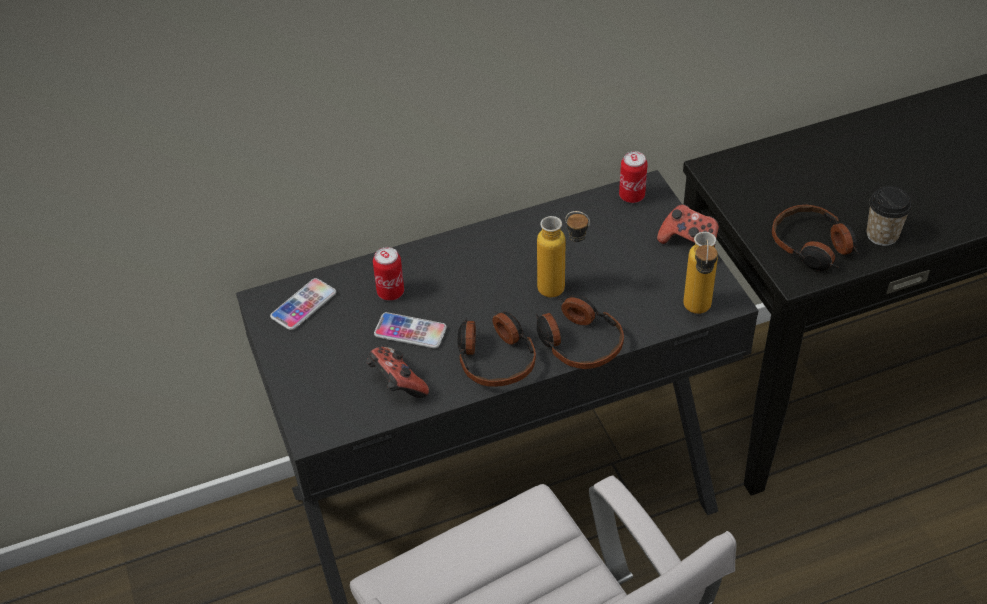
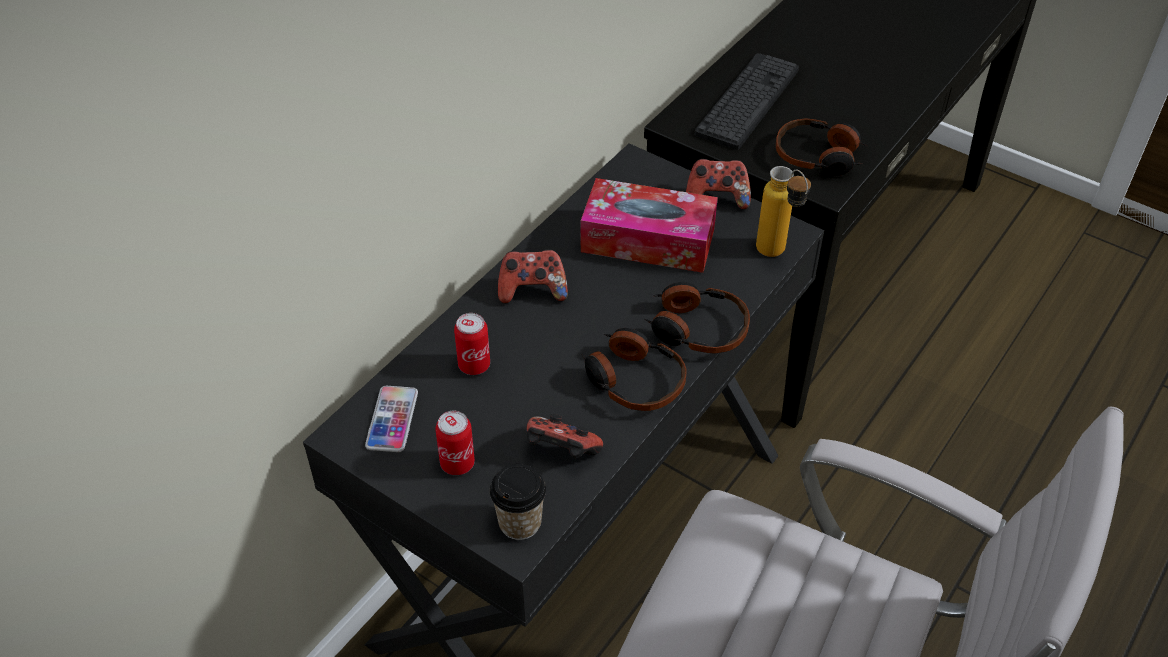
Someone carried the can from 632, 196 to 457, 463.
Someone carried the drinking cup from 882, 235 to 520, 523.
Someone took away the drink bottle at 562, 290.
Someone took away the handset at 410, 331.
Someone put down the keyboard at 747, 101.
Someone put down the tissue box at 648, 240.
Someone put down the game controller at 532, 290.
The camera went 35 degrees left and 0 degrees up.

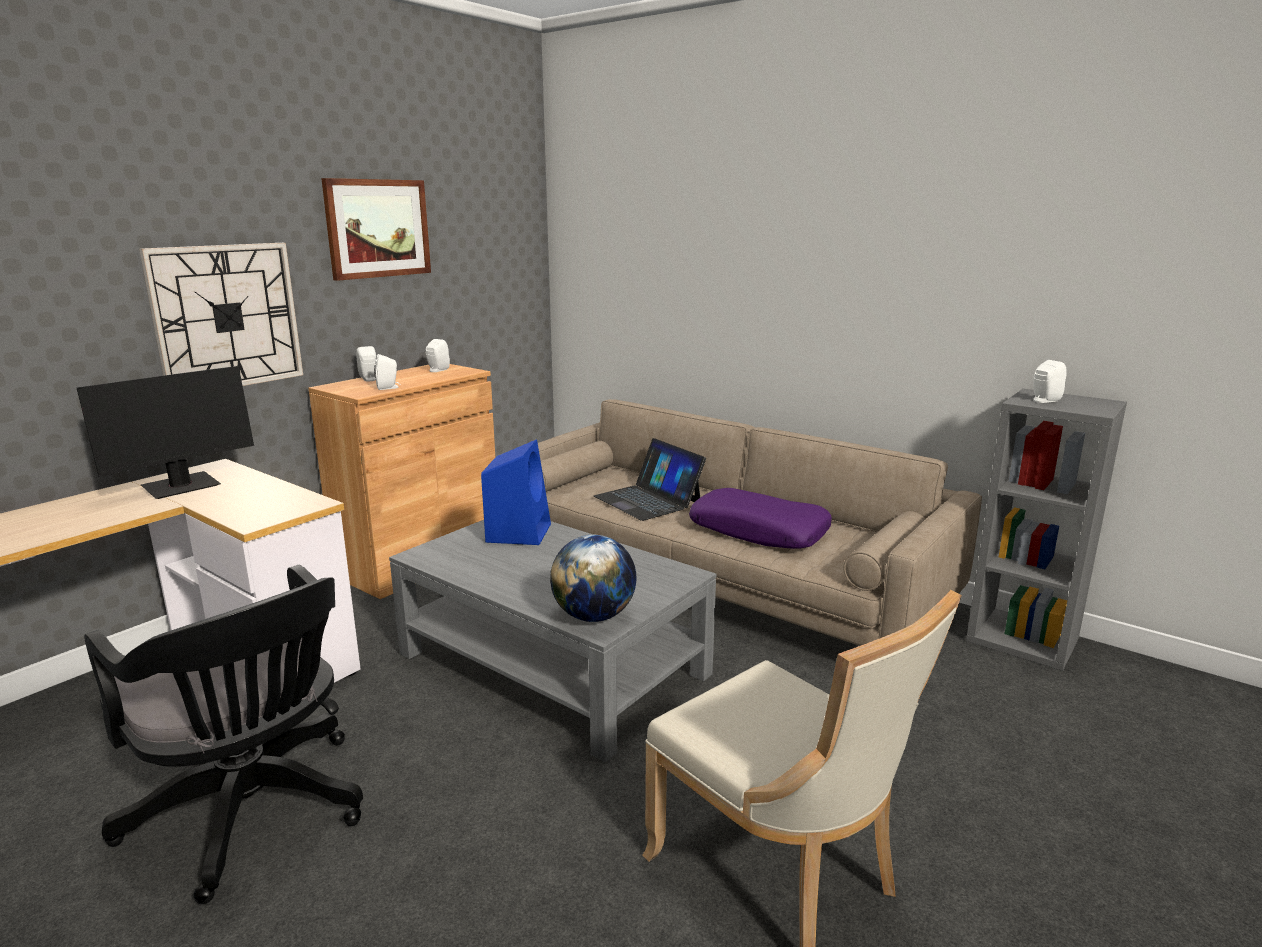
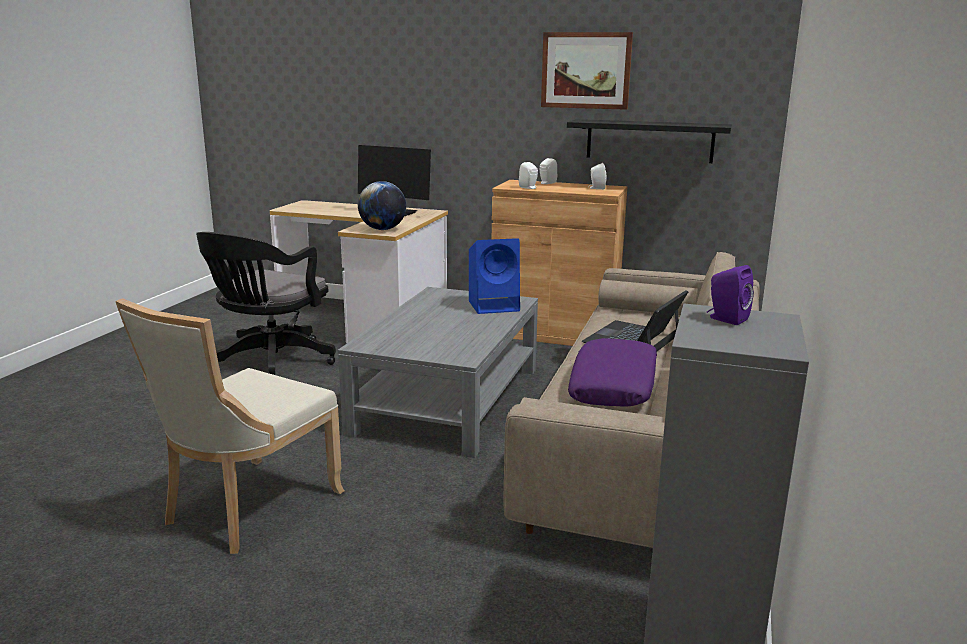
Someone took away the hanging clock at 227, 317.
Someone repainted the white audio speaker at 1043, 401, which became the purple audio speaker at 725, 319.
Someone carried the desk globe from 594, 616 to 382, 229.
Someone put up the blackish wall shelf at 649, 141.
The camera went 70 degrees right and 0 degrees up.

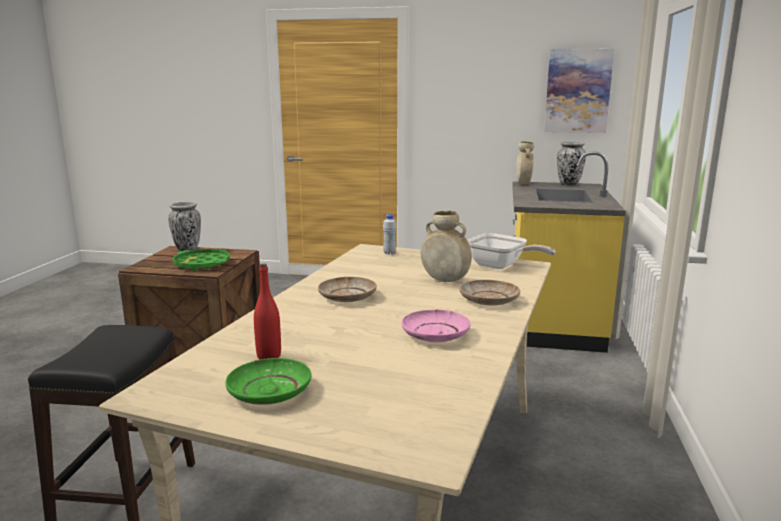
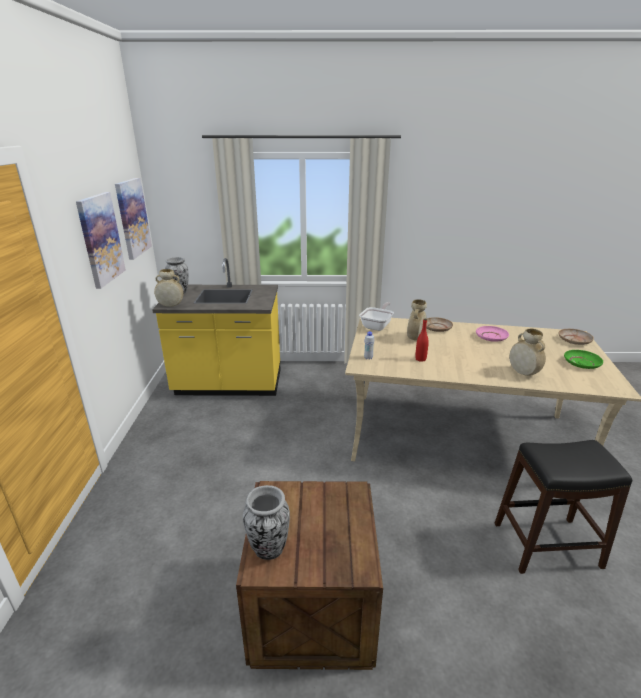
Someone took away the green-coloured tray at 202, 264.
Someone carried the reddish drink bottle from 269, 356 to 420, 359.
Someone carried the beige dinner plate from 347, 297 to 574, 340.
Someone put up the wall art at 100, 239.
Someone put down the beige vase at 523, 373.
The camera went 100 degrees left and 10 degrees up.

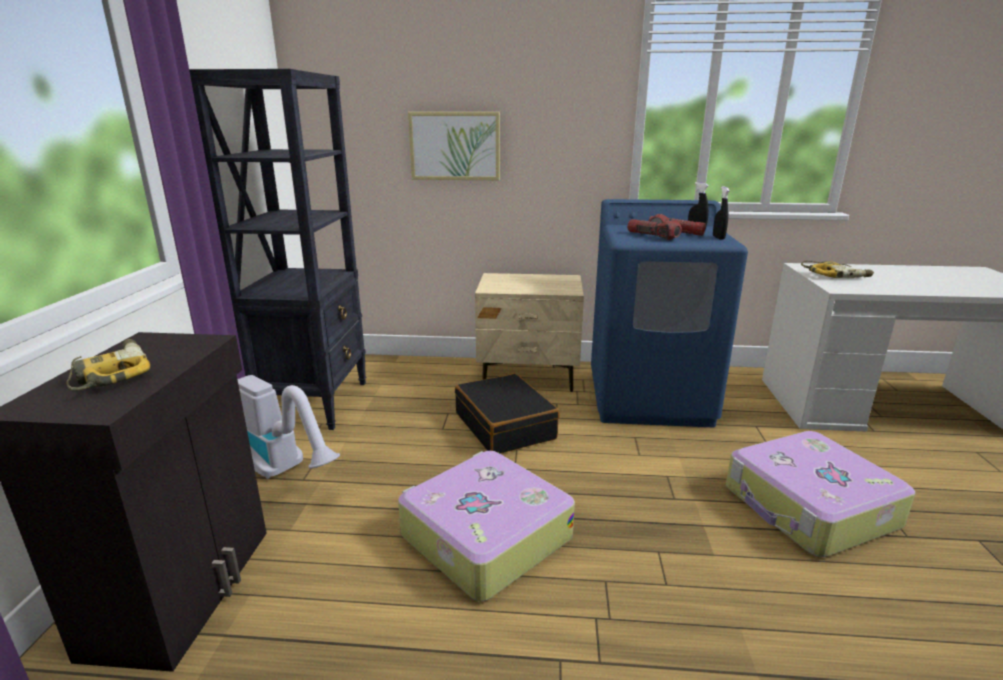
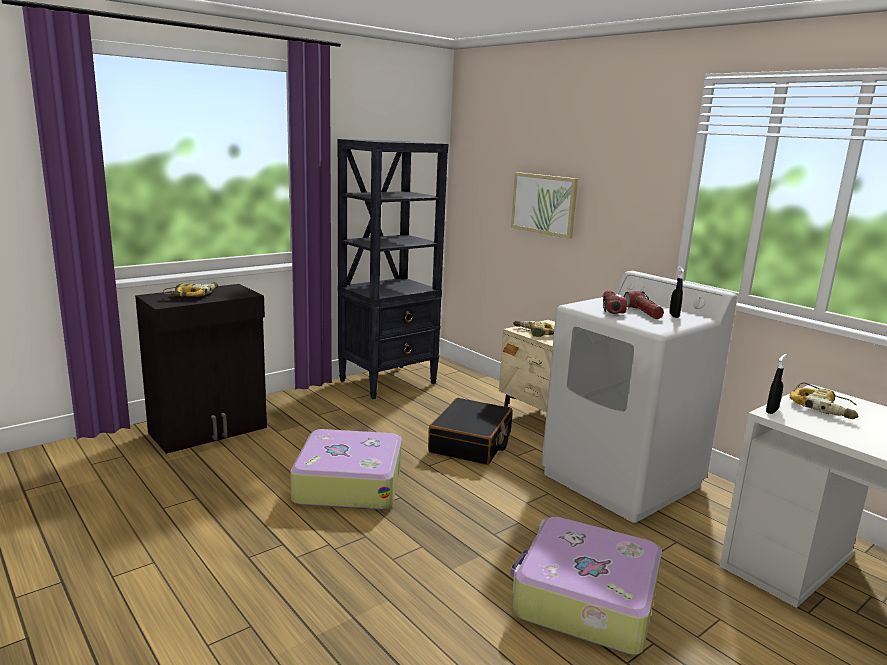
Someone carried the blackish sprayer from 718, 238 to 772, 411.
Someone repainted the bluish laundry appliance at 650, 398, which became the white laundry appliance at 622, 480.
Someone took away the vacuum at 285, 471.
Someone put down the power drill at 534, 333.
The camera went 45 degrees right and 5 degrees down.

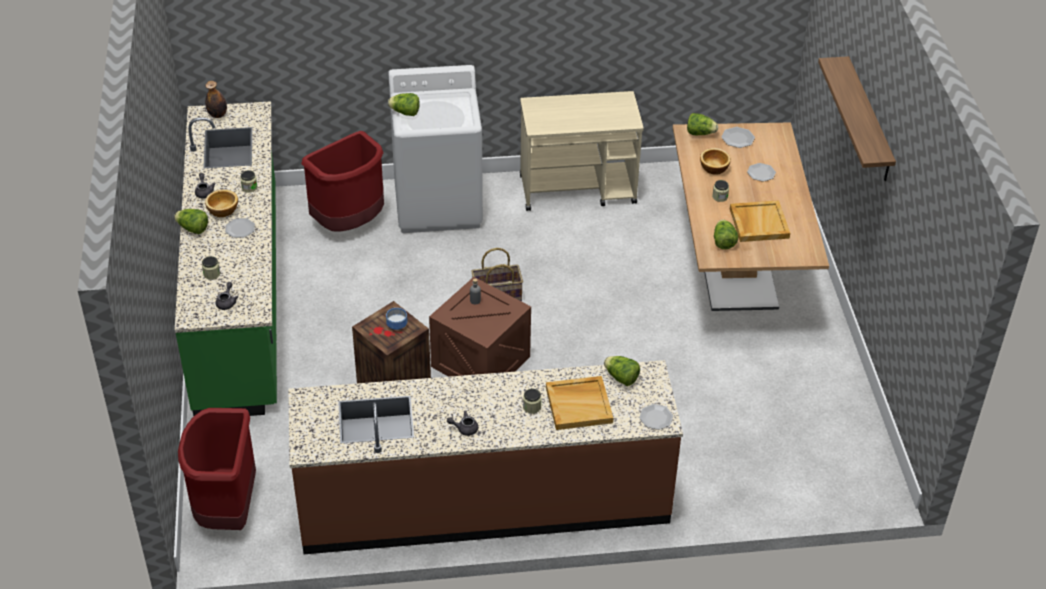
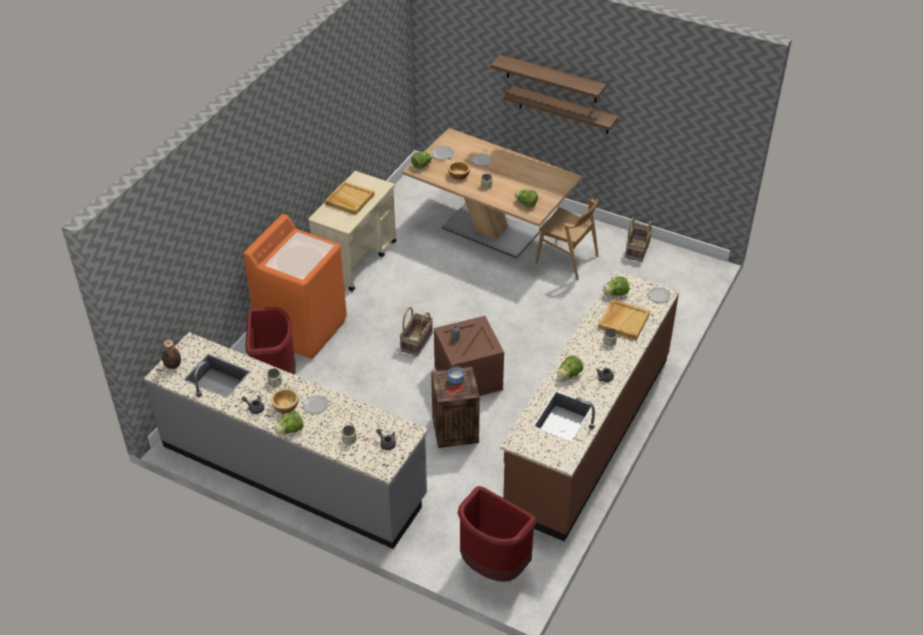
Someone repainted the white laundry appliance at 438, 204, which became the orangey laundry appliance at 302, 328.
Someone carried the lettuce head from 405, 112 to 569, 375.
Someone repainted the green-coloured kitchen base unit at 240, 297, which became the gray kitchen base unit at 293, 471.
Someone carried the beige tray from 758, 223 to 349, 199.
Someone put up the wall shelf at 564, 110.
Someone put down the brownish plain chair at 567, 260.
Someone put down the household basket at 636, 249.
The camera went 55 degrees left and 0 degrees up.

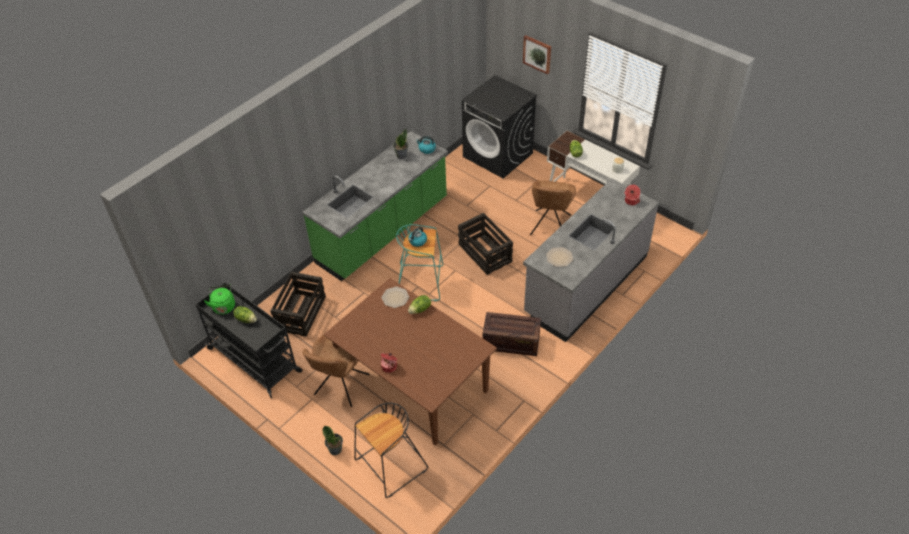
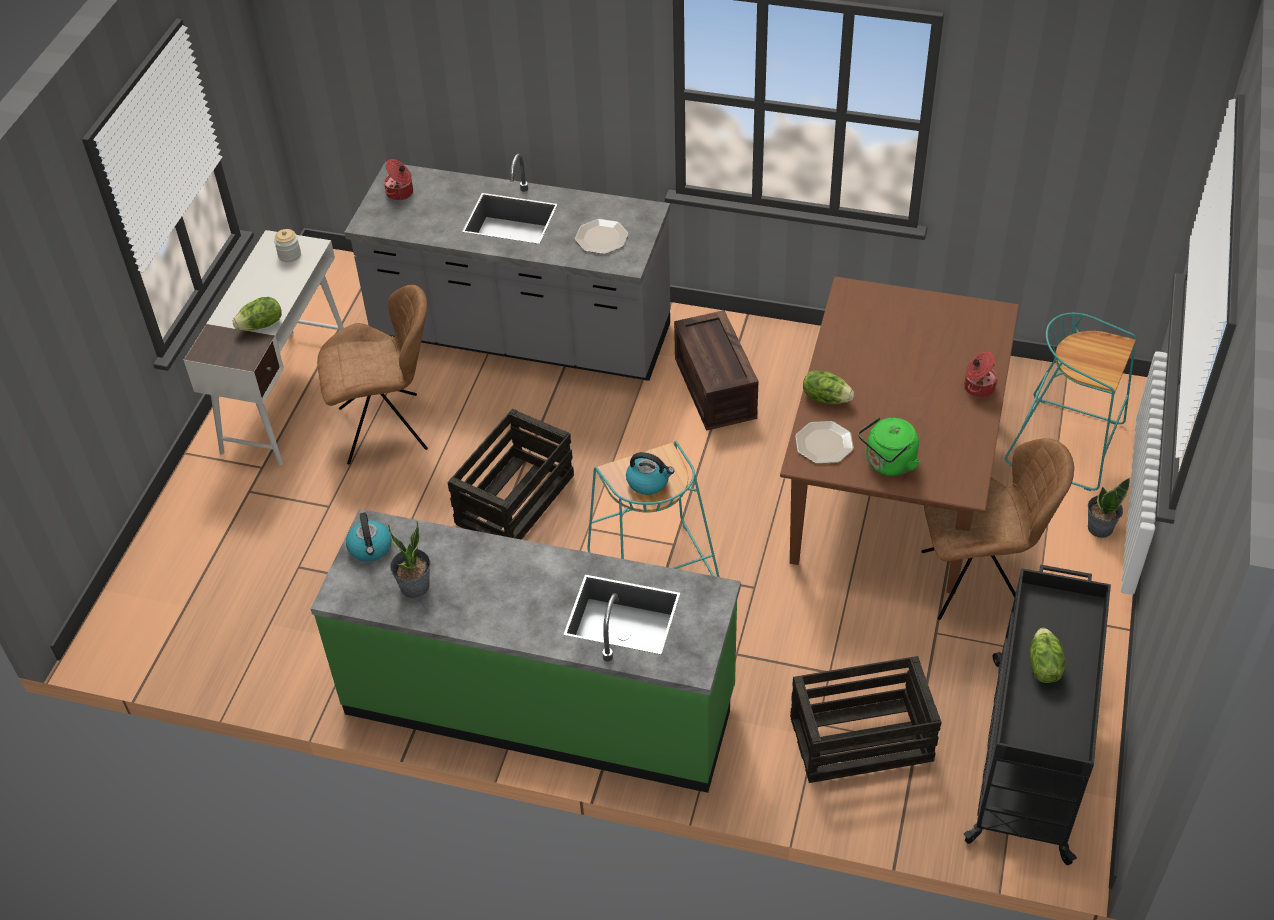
Someone took away the wall art at 537, 54.
Someone took away the blackish laundry appliance at 498, 155.
Someone carried the green-coloured water kettle from 224, 306 to 888, 463.
Someone repainted the blackish sitting stool at 390, 466, which became the turquoise sitting stool at 1067, 444.
The camera went 115 degrees left and 0 degrees up.

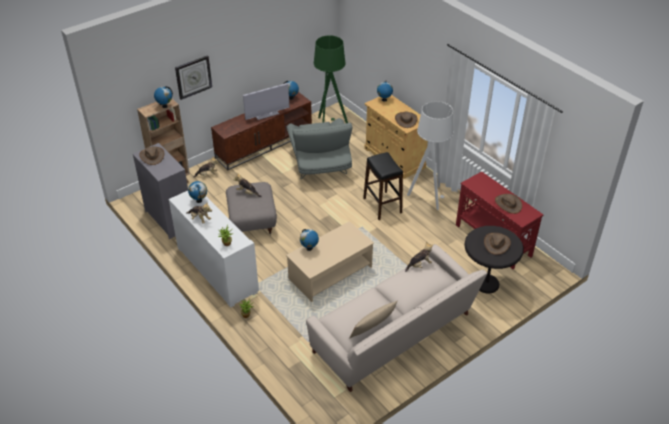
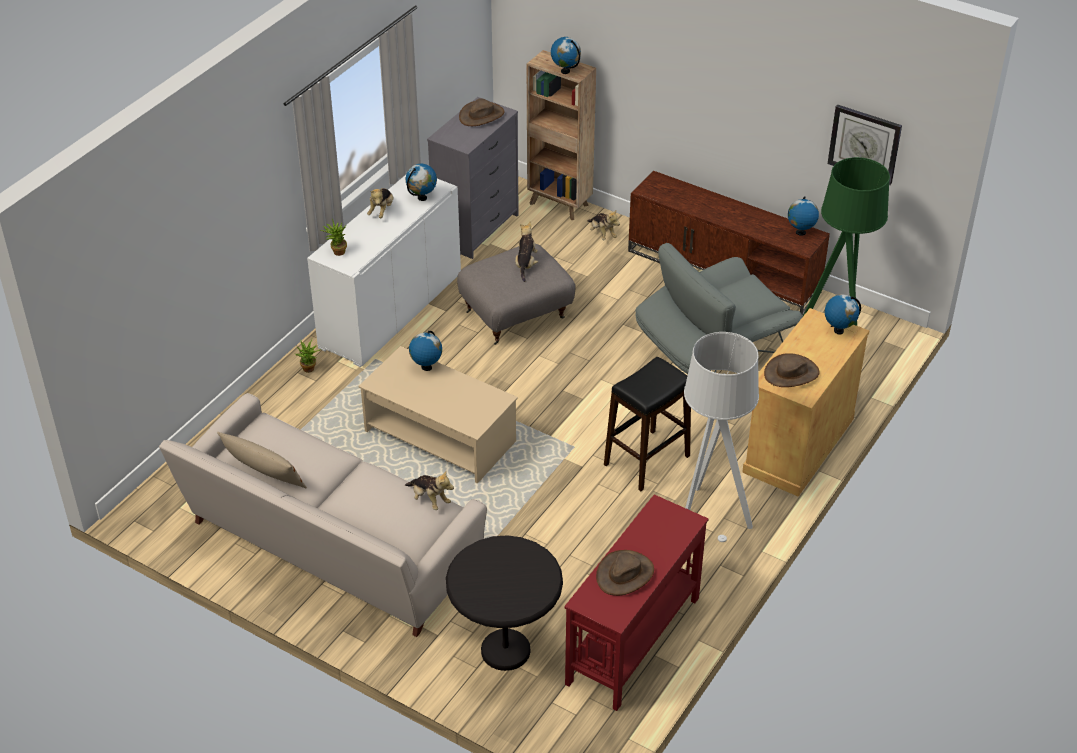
Someone carried the hanging clock from 193, 77 to 864, 143.
Someone took away the television at 267, 114.
Someone took away the brownish clothing hat at 496, 243.
The camera went 70 degrees right and 0 degrees up.

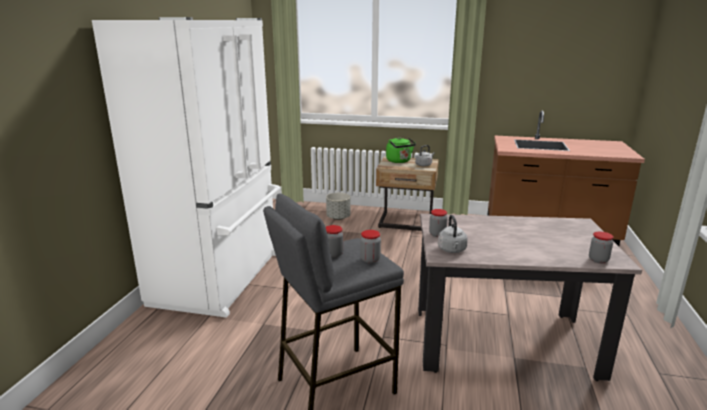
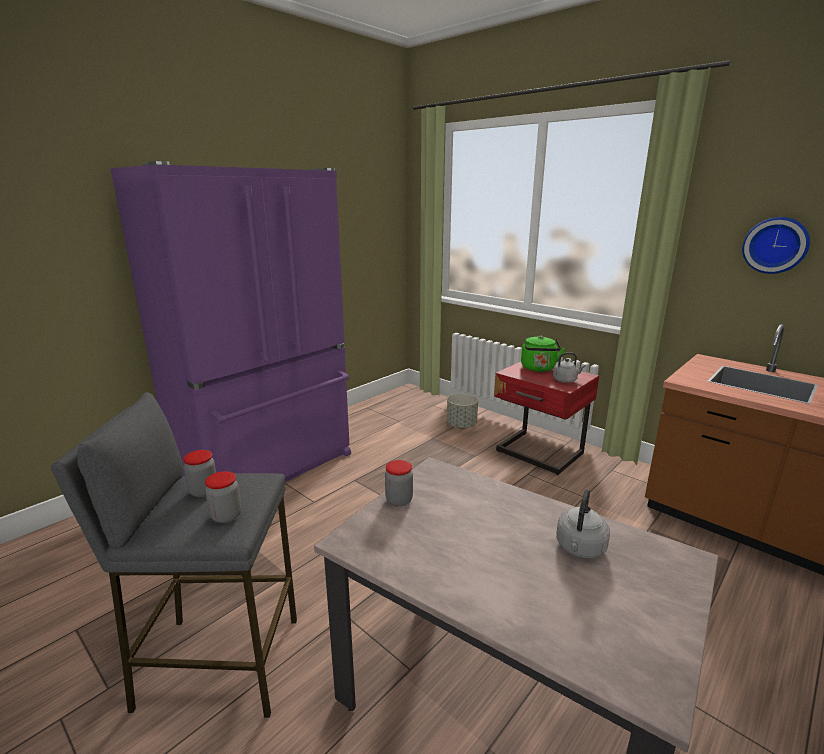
Someone repainted the white fridge at 221, 278, which became the purple fridge at 269, 466.
Someone repainted the beige nightstand at 406, 223, which became the reddish nightstand at 538, 454.
Someone carried the gray water kettle from 452, 250 to 579, 548.
Someone took away the jar at 598, 260.
Someone put up the hanging clock at 775, 245.
The camera went 30 degrees right and 0 degrees up.

